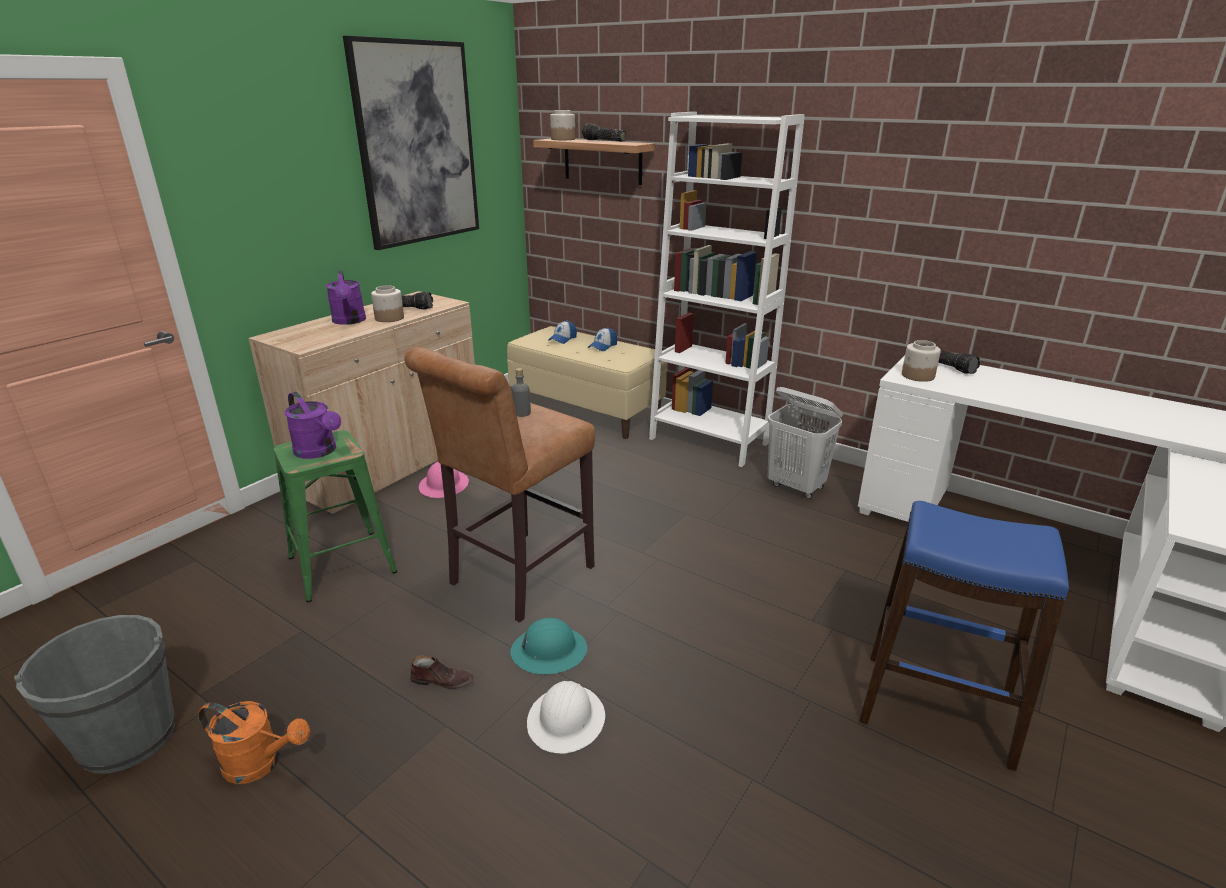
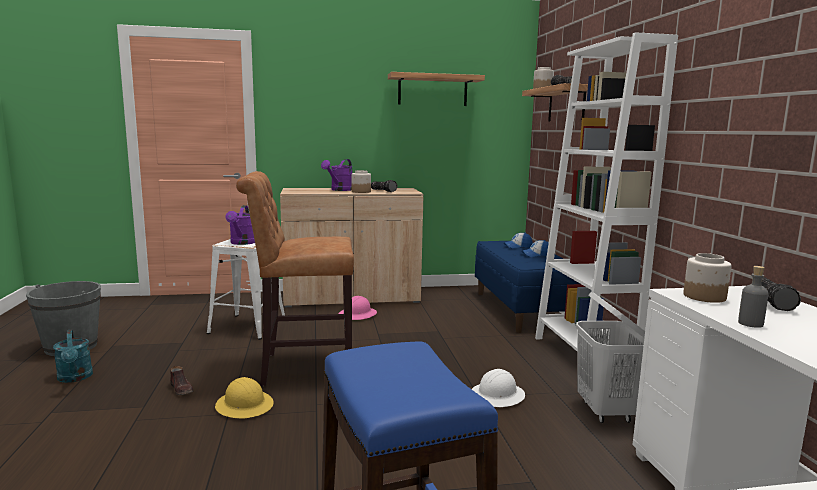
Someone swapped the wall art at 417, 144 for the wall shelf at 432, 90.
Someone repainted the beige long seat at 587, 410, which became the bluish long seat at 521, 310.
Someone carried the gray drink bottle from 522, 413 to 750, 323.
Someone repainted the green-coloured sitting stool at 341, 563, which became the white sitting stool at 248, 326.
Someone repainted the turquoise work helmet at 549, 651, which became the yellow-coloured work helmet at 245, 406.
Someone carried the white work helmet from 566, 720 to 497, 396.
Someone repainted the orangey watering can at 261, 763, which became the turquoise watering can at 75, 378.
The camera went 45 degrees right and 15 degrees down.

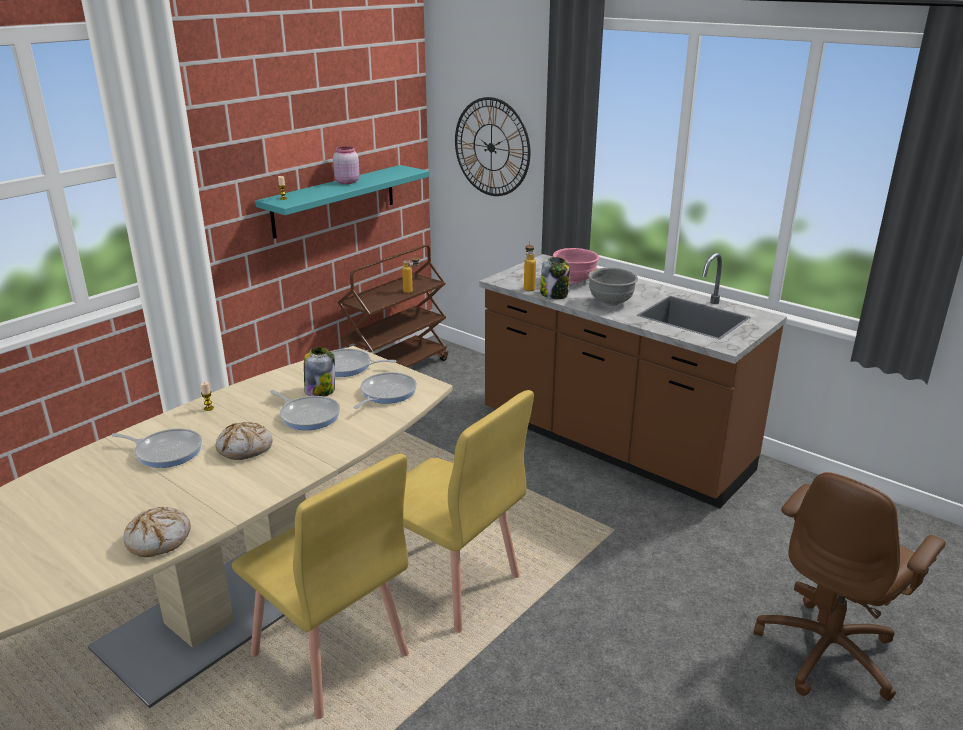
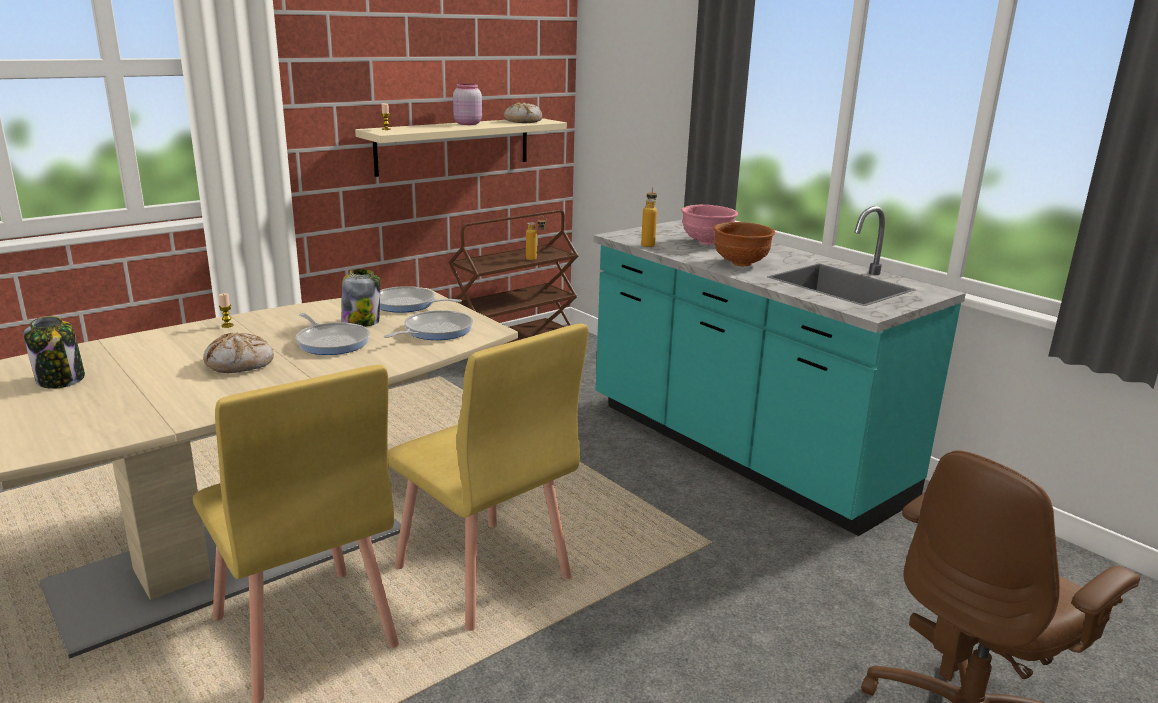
Someone took away the hanging clock at 491, 147.
Someone repainted the turquoise wall shelf at 334, 200, which became the beige wall shelf at 454, 145.
Someone repainted the brownish kitchen base unit at 612, 445, which became the turquoise kitchen base unit at 741, 451.
Someone carried the jar from 554, 294 to 61, 380.
Someone repainted the gray deep dish at 611, 303, which became the brownish deep dish at 740, 264.
Someone took away the frying pan at 166, 451.
Someone carried the bread from 159, 539 to 523, 121.
The camera went 10 degrees right and 5 degrees down.

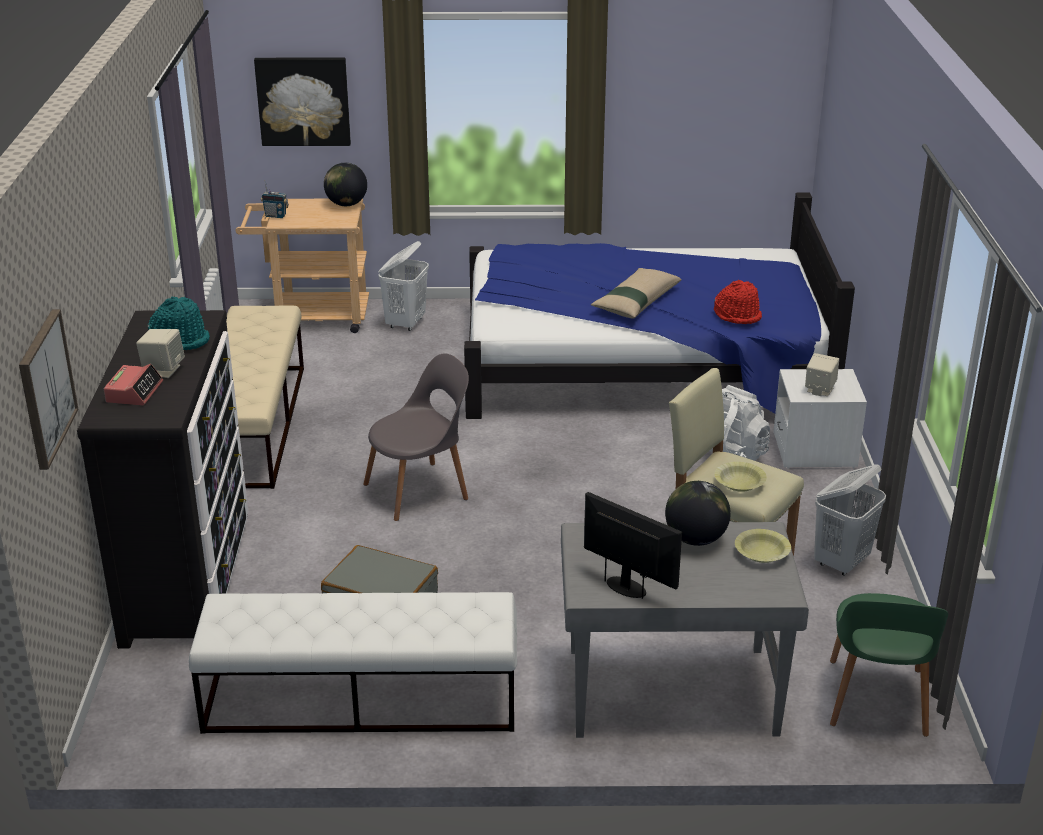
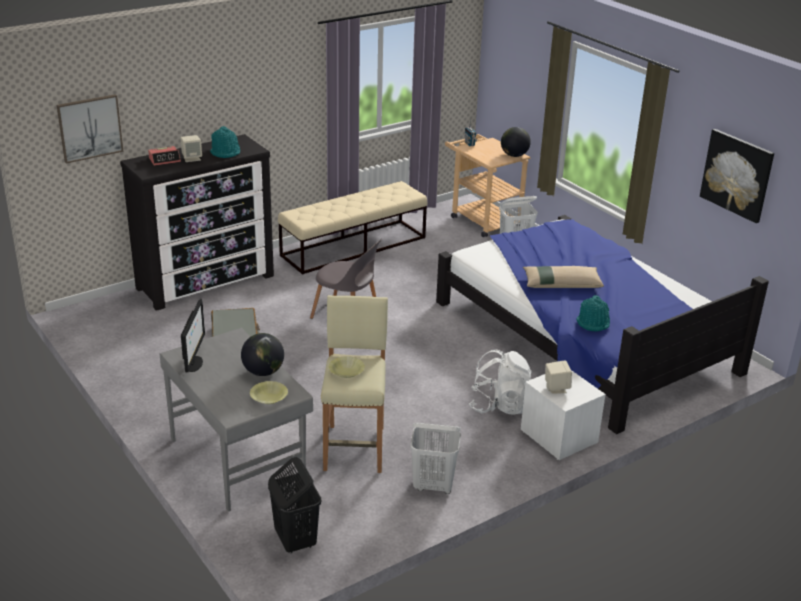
Someone carried the wall art from 303, 101 to 737, 175.
Someone repainted the reddish clothing hat at 738, 315, which became the turquoise clothing hat at 593, 322.
Someone took away the white long seat at 360, 700.
Someone swapped the green-coloured plain chair at 876, 700 for the blackish laundry basket at 295, 540.
The camera went 55 degrees right and 0 degrees up.

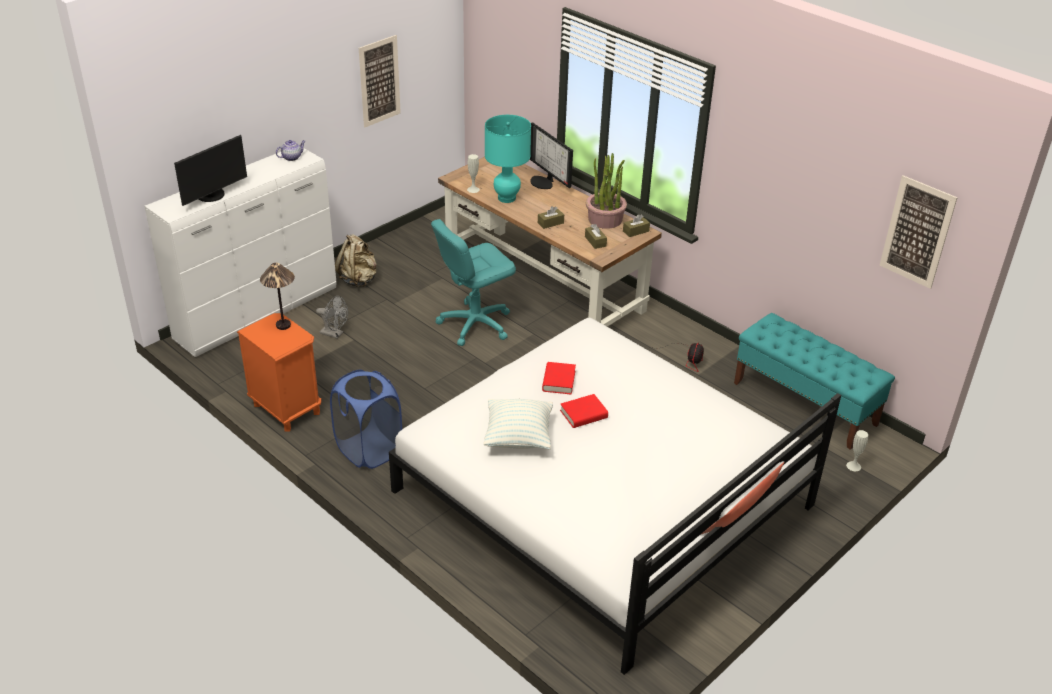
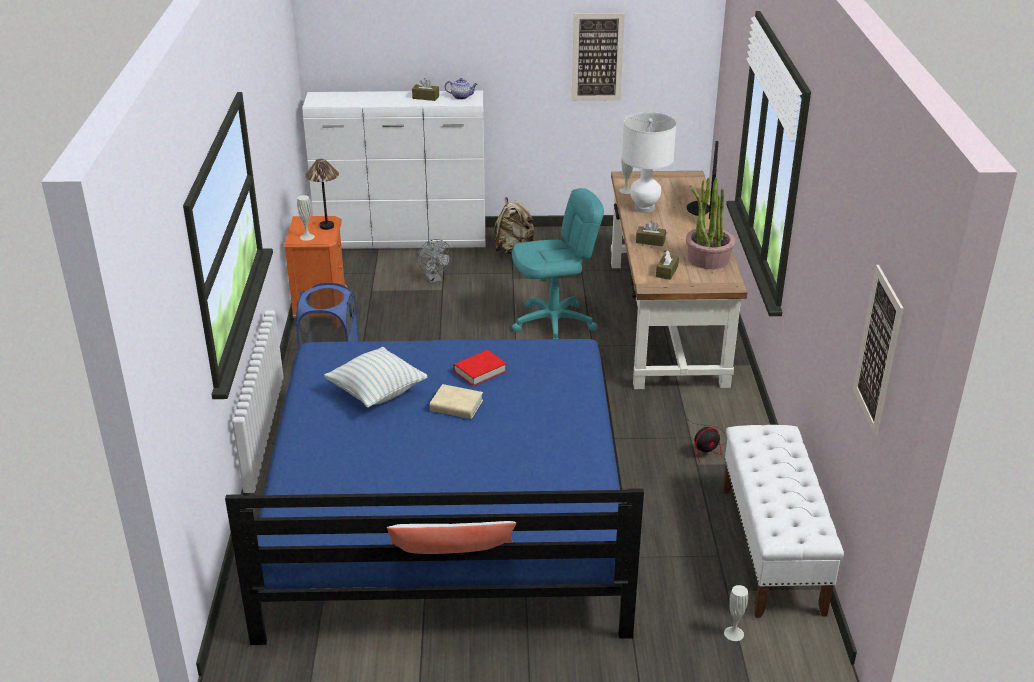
Someone repainted the turquoise lamp for a table at 507, 198, which became the white lamp for a table at 644, 208.
Someone took away the computer display at 212, 196.
Someone carried the brownish tissue box from 636, 231 to 425, 97.
Someone rotated the turquoise office chair at 475, 324 by 150 degrees clockwise.
Someone repainted the turquoise long seat at 805, 404, which became the white long seat at 771, 550.
Someone repainted the white bed at 602, 499, which became the bluish bed at 446, 508.
Someone repainted the reddish bound book at 583, 414, which became the beige bound book at 456, 406.
Someone put down the white vase at 307, 237.
The camera went 45 degrees right and 5 degrees down.

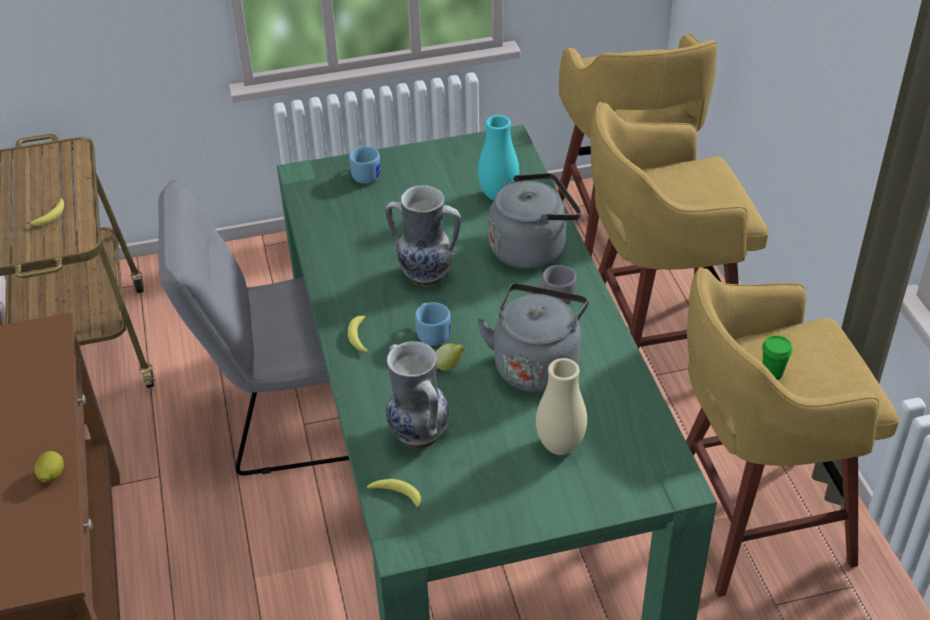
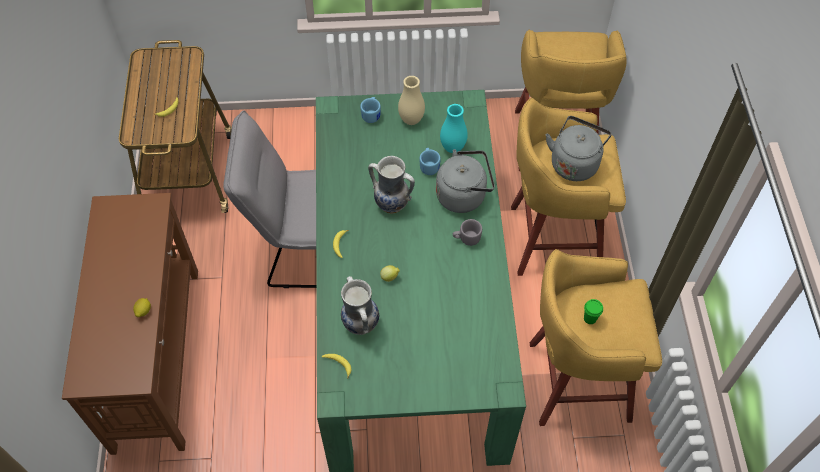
Someone carried the gray water kettle from 536, 364 to 574, 163.
Someone carried the bluish coffee mug from 432, 333 to 429, 166.
Someone carried the beige vase from 560, 446 to 411, 120.
The camera went 10 degrees right and 15 degrees up.

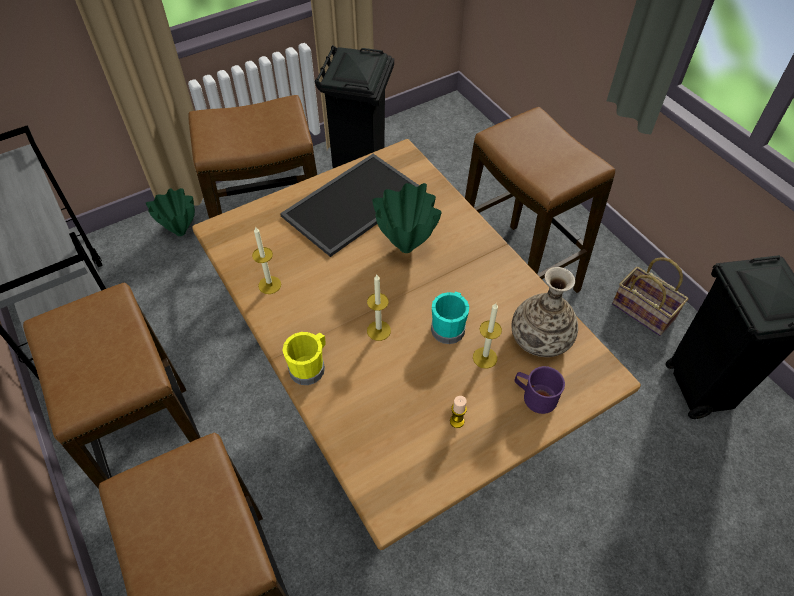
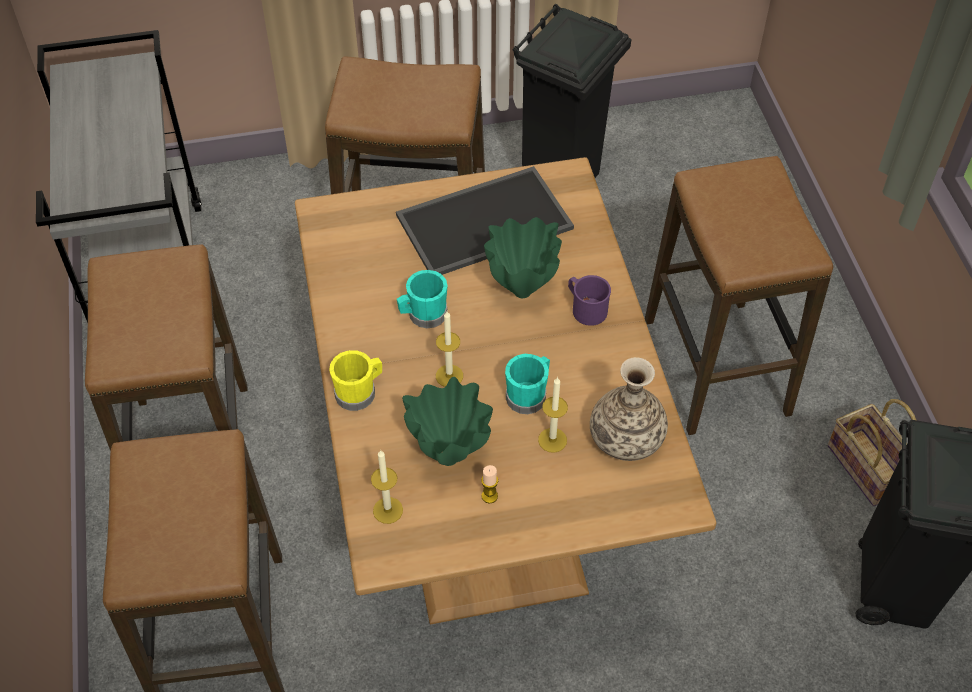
Someone carried the green-coloured vase from 181, 232 to 450, 458.
Someone carried the candle from 269, 285 to 388, 510.
Someone carried the purple coffee mug from 534, 396 to 585, 308.
Someone put down the turquoise coffee mug at 423, 315.
The camera went 20 degrees right and 0 degrees up.

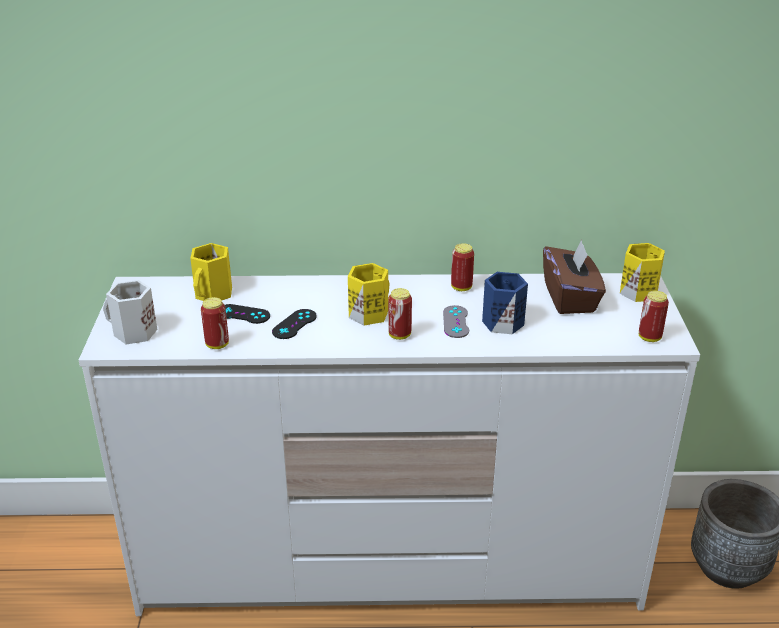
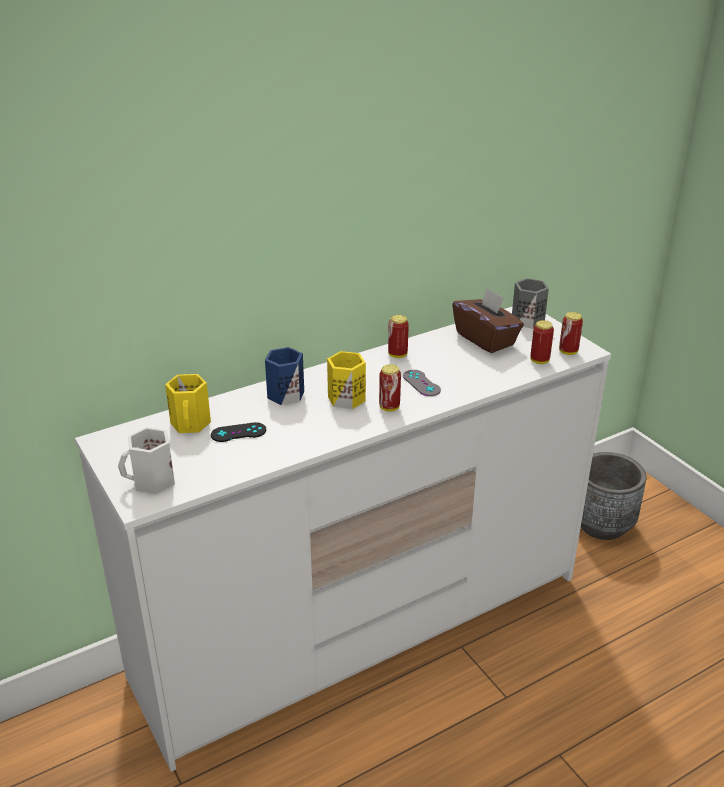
Someone repainted the yellow-coloured coffee mug at 638, 291, which became the gray coffee mug at 527, 319.
Someone carried the bluish coffee mug from 501, 322 to 284, 394.
Someone carried the can from 217, 345 to 539, 361.
Someone took away the blackish game controller at 294, 324.
The camera went 30 degrees left and 0 degrees up.

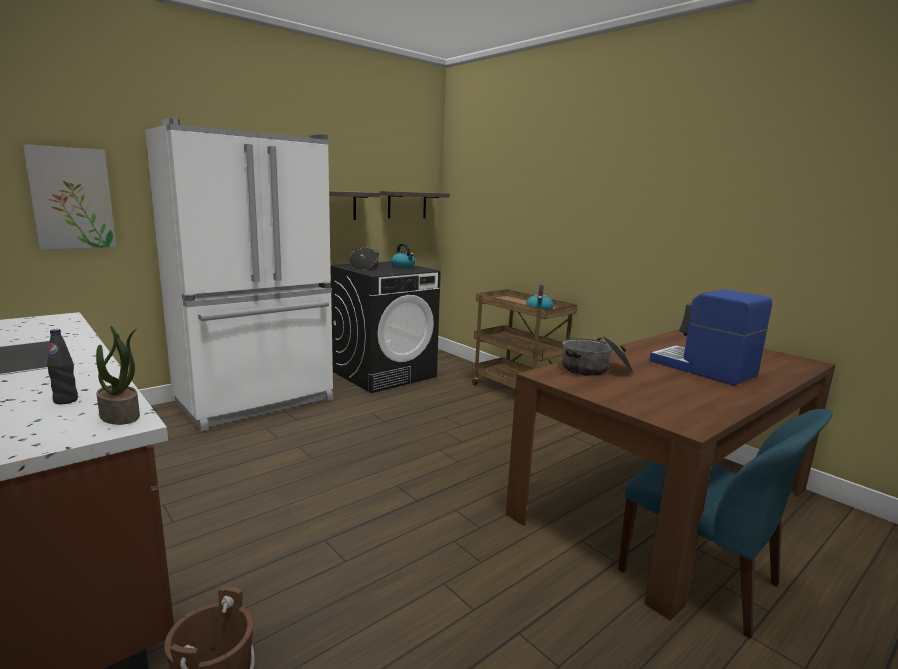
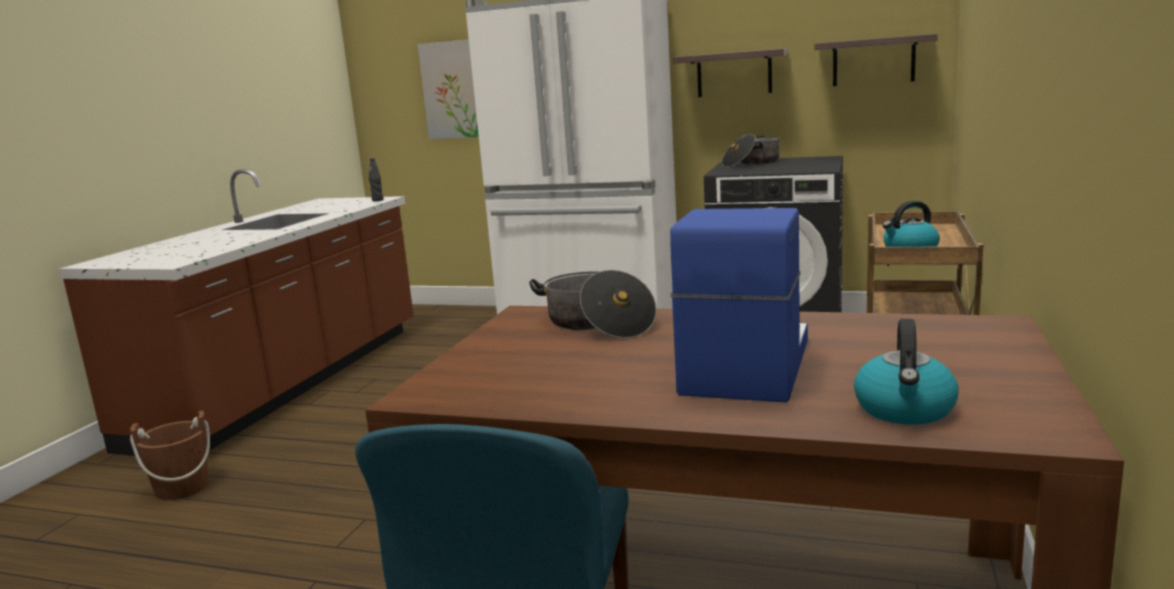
Someone carried the water kettle from 403, 266 to 905, 410.
Someone took away the plant in a pot at 121, 416.
Someone carried the blackish drink bottle from 66, 400 to 377, 200.
The camera went 60 degrees right and 0 degrees up.

